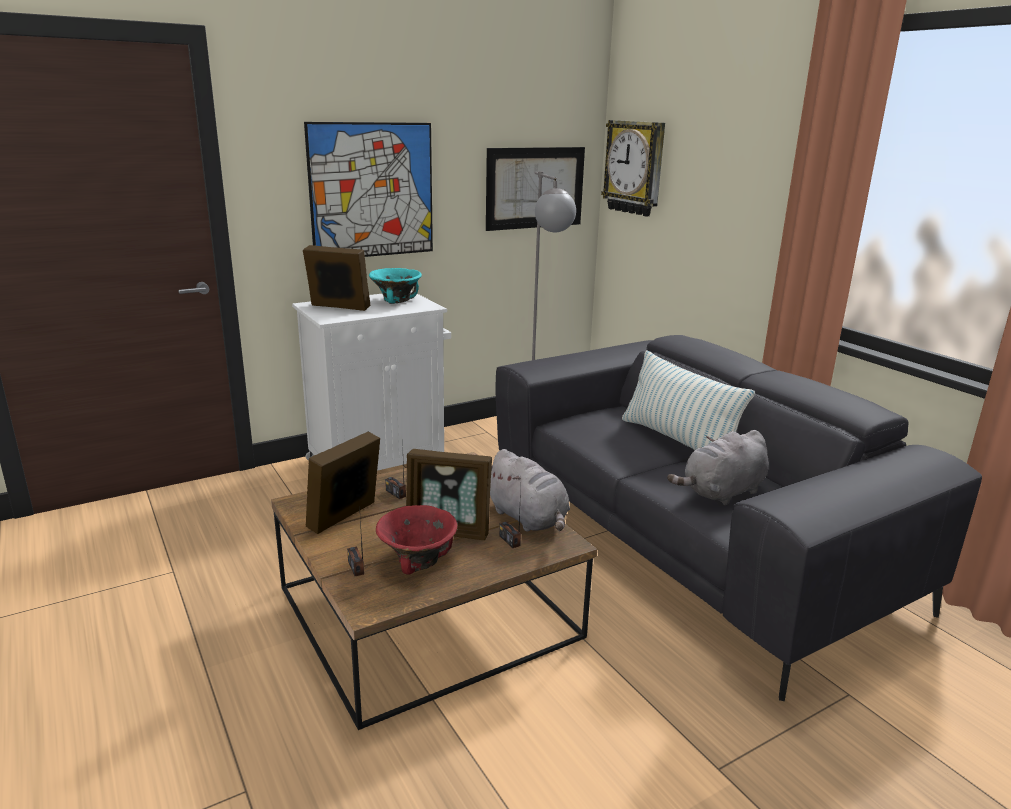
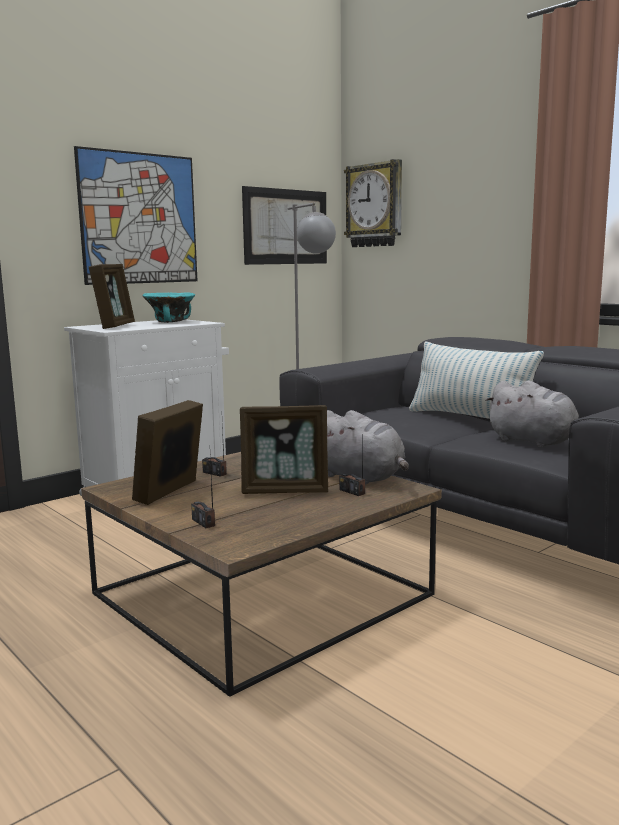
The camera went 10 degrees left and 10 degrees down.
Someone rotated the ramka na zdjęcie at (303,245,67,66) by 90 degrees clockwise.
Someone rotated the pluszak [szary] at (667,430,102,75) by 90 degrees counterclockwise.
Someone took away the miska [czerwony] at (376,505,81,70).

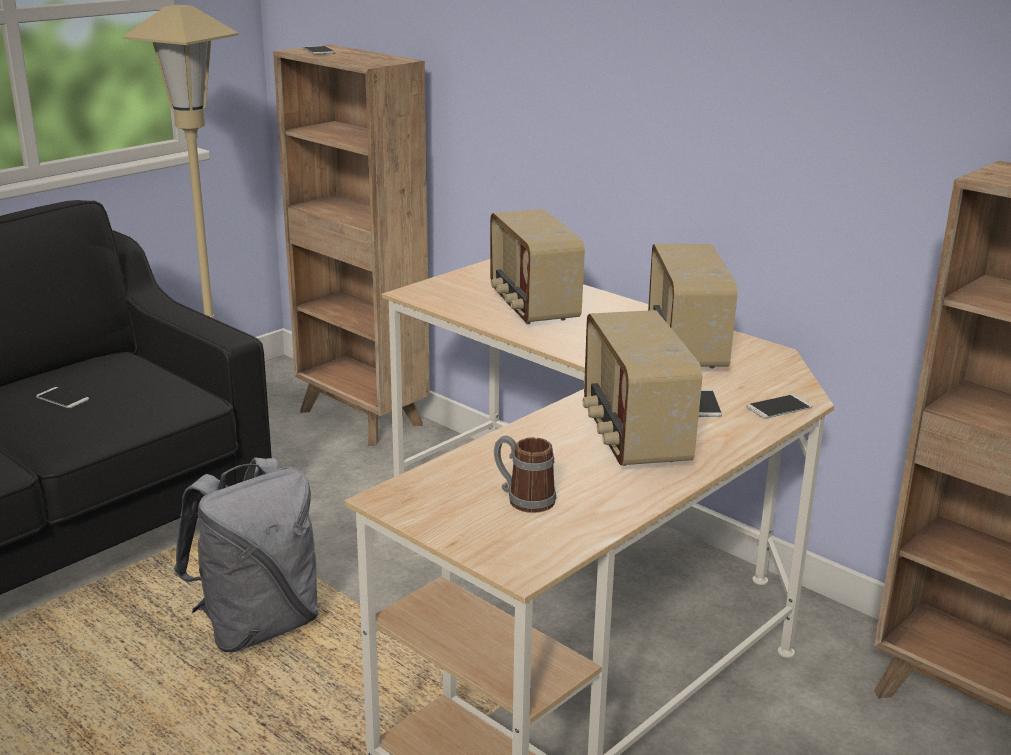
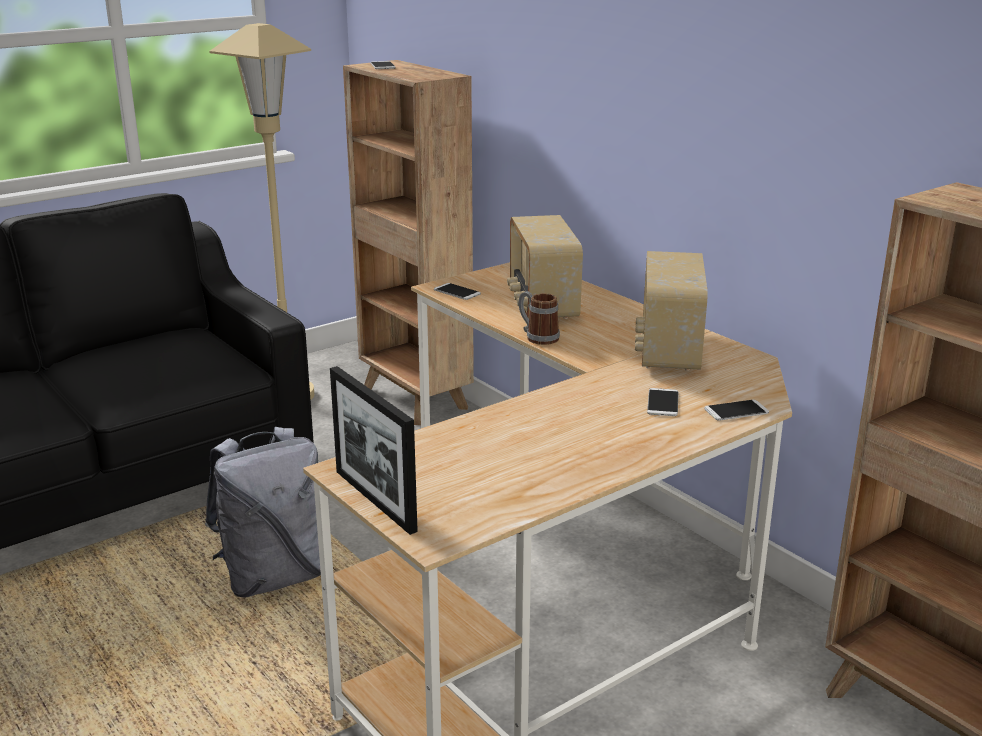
The camera went 10 degrees right and 0 degrees up.
Someone took away the radio at (583,310,119,156).
Someone carried the telefon from (36,387,53,21) to (434,283,47,17).
Someone carried the kubek from (494,436,62,77) to (519,291,41,54).
Someone put down the ramka na zdjęcie at (330,366,88,169).

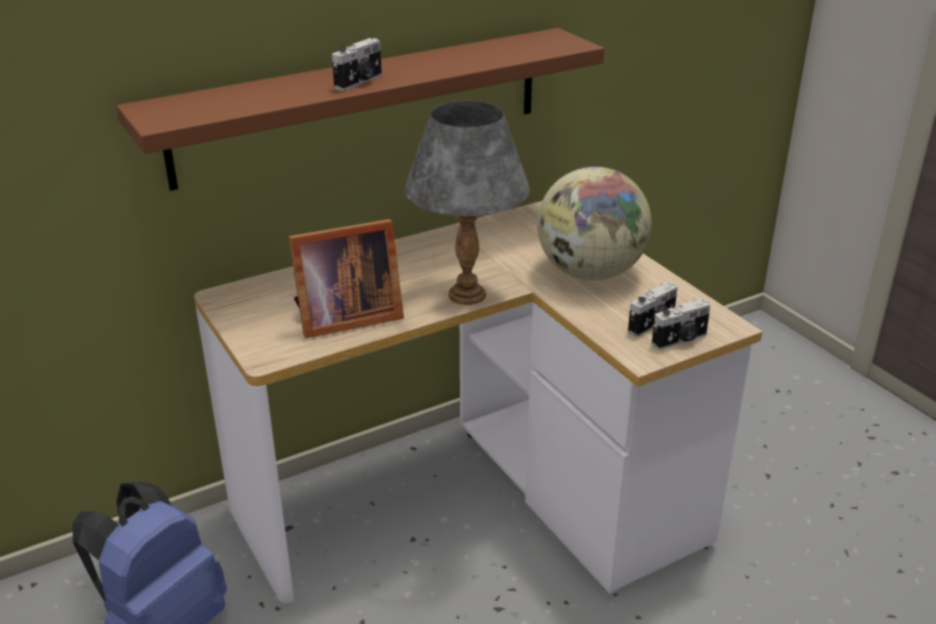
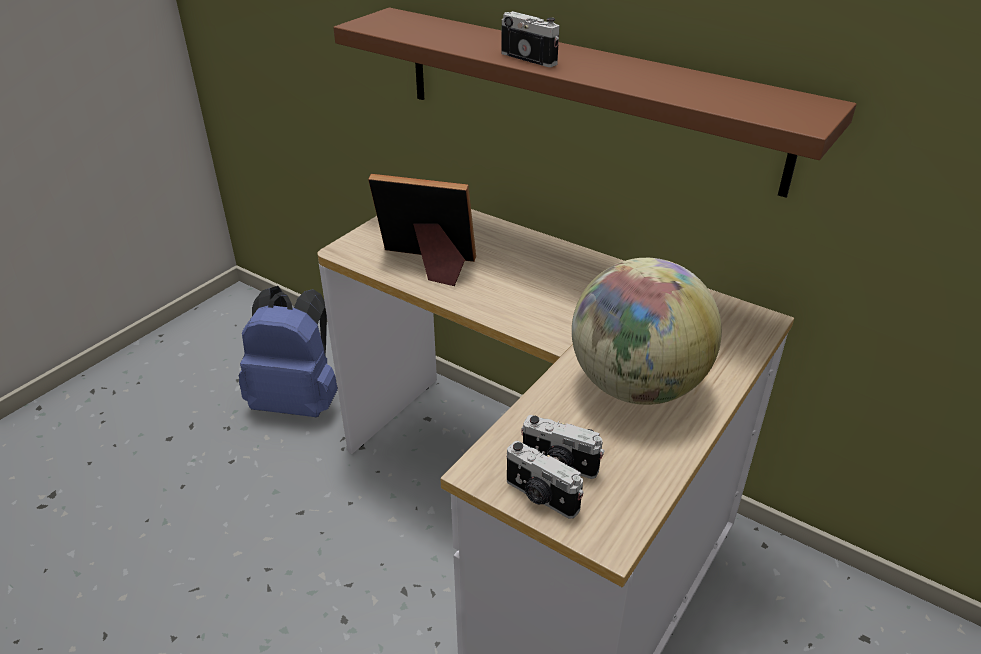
The camera went 65 degrees right and 5 degrees up.
Someone rotated the aparat fotograficzny at (332,38,50,53) by 150 degrees counterclockwise.
Someone took away the lampa stołowa [szary] at (404,101,126,204).
Someone rotated the ramka na zdjęcie at (289,219,115,119) by 150 degrees clockwise.

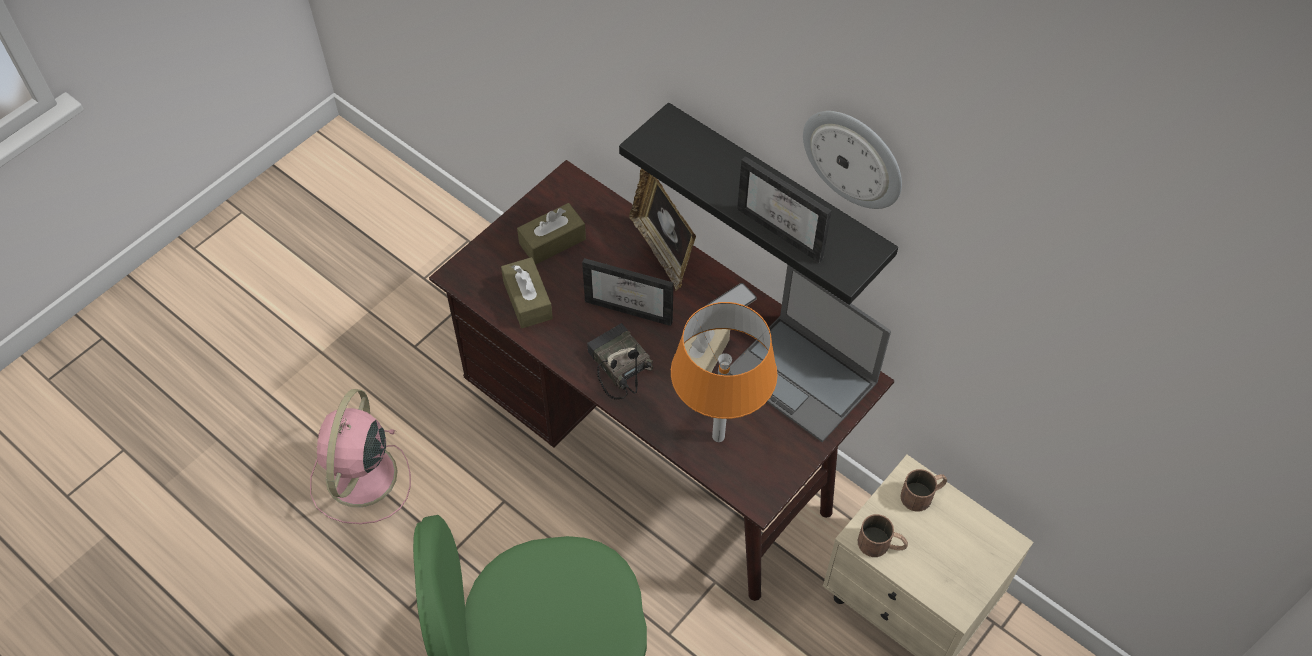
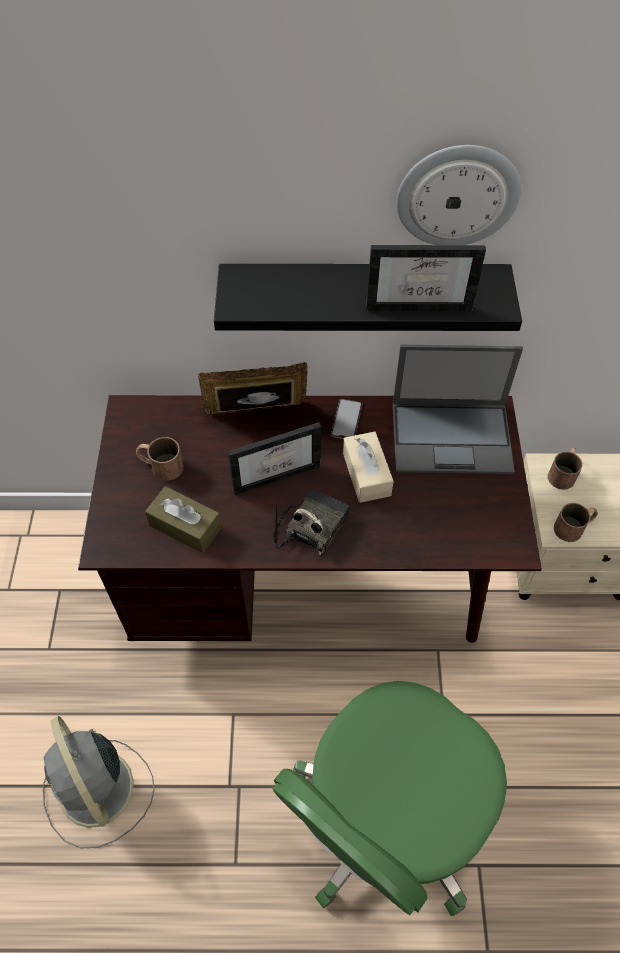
The camera went 40 degrees left and 0 degrees up.
Someone rotated the ramka na zdjęcie at (629,168,67,123) by 150 degrees clockwise.
Someone swapped the pudełko chusteczek [brązowy] at (517,203,69,62) for the kubek [brązowy] at (136,437,48,44).
Someone took away the lampa stołowa [pomarańczowy] at (671,302,107,140).
Someone rotated the radio at (587,323,66,77) by 105 degrees clockwise.
Someone repainted the wentylator [różowy] at (310,389,101,135), which became the wentylator [szary] at (43,716,112,133).

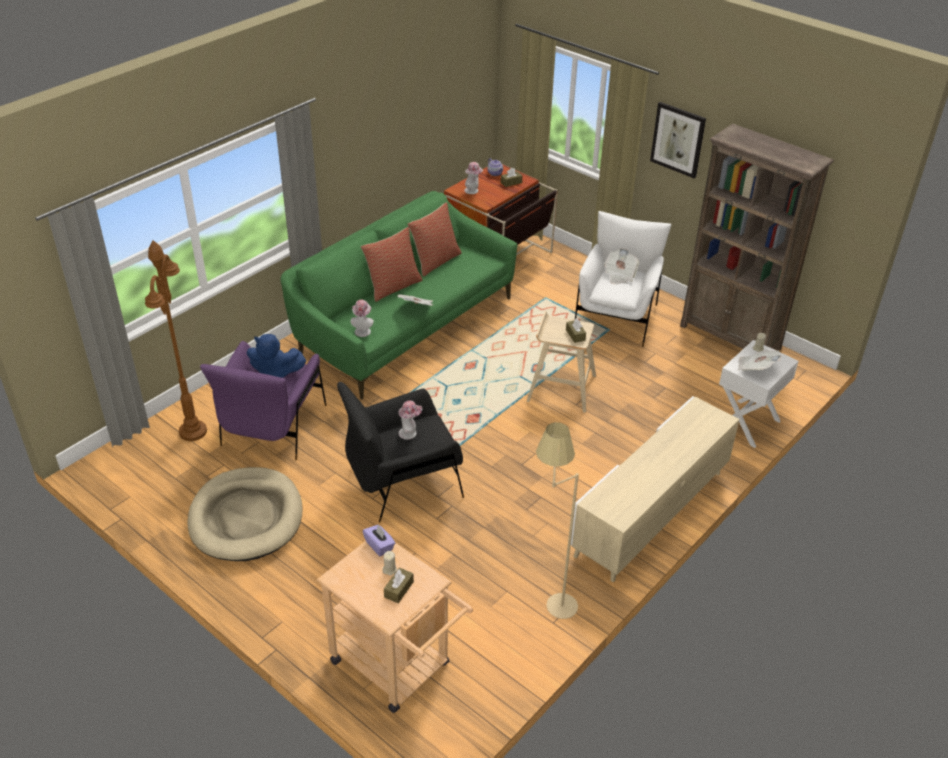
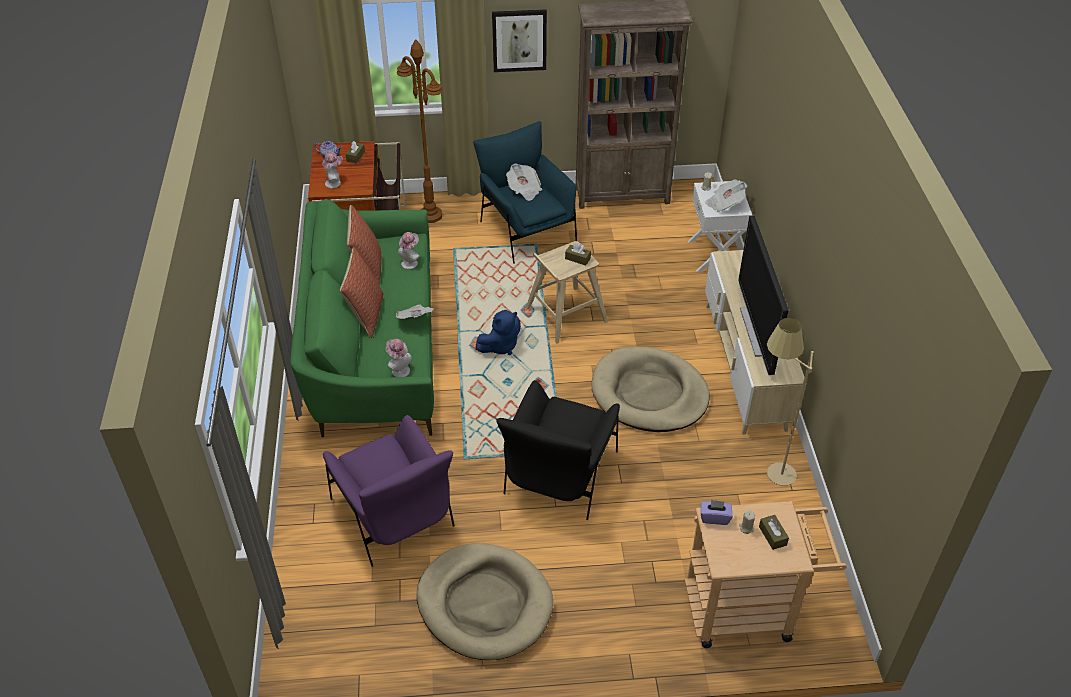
The camera went 45 degrees left and 5 degrees up.
Someone repainted the fotel [biały] at (575,211,97,136), which became the fotel [niebieski] at (473,121,104,143).
Someone carried the lampa stojąca [brązowy] from (145,240,62,201) to (397,39,45,184).
Someone carried the pluszak [niebieski] from (247,334,59,44) to (476,310,45,45).
Someone carried the kapelusz from (399,400,23,40) to (398,232,21,37).
Someone put down the telewizor at (738,216,51,159).
Someone put down the legowisko [beżowy] at (592,346,118,86).

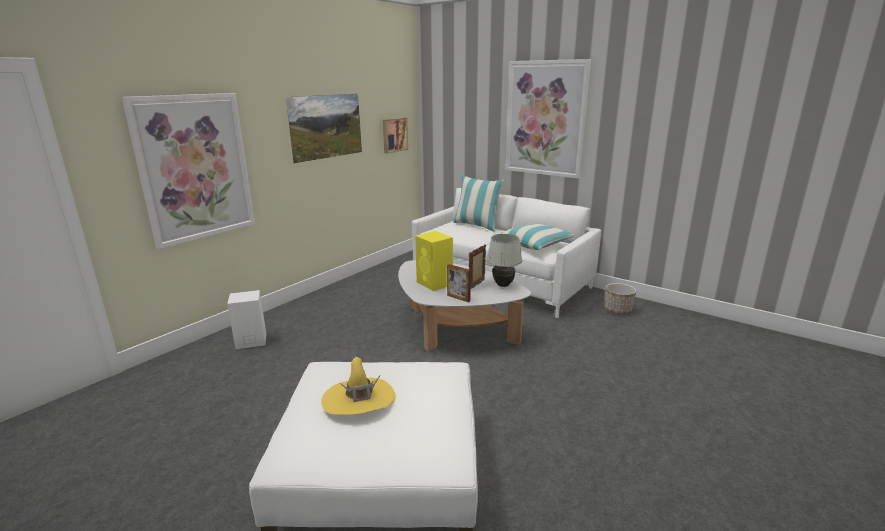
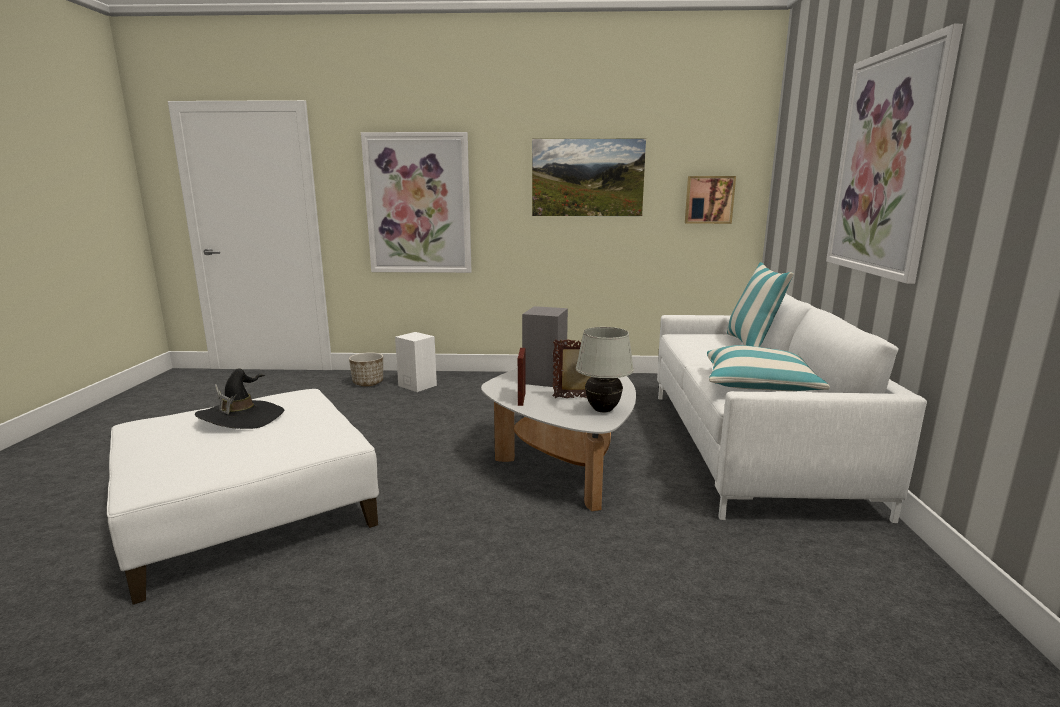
The camera went 55 degrees right and 5 degrees down.
Someone repainted the głośnik [żółty] at (415,231,38,60), which became the głośnik [szary] at (522,306,46,81).
Someone carried the donica from (605,283,31,31) to (349,352,34,34).
Someone repainted the kapelusz [żółty] at (321,357,75,58), which became the kapelusz [czarny] at (195,368,89,61).

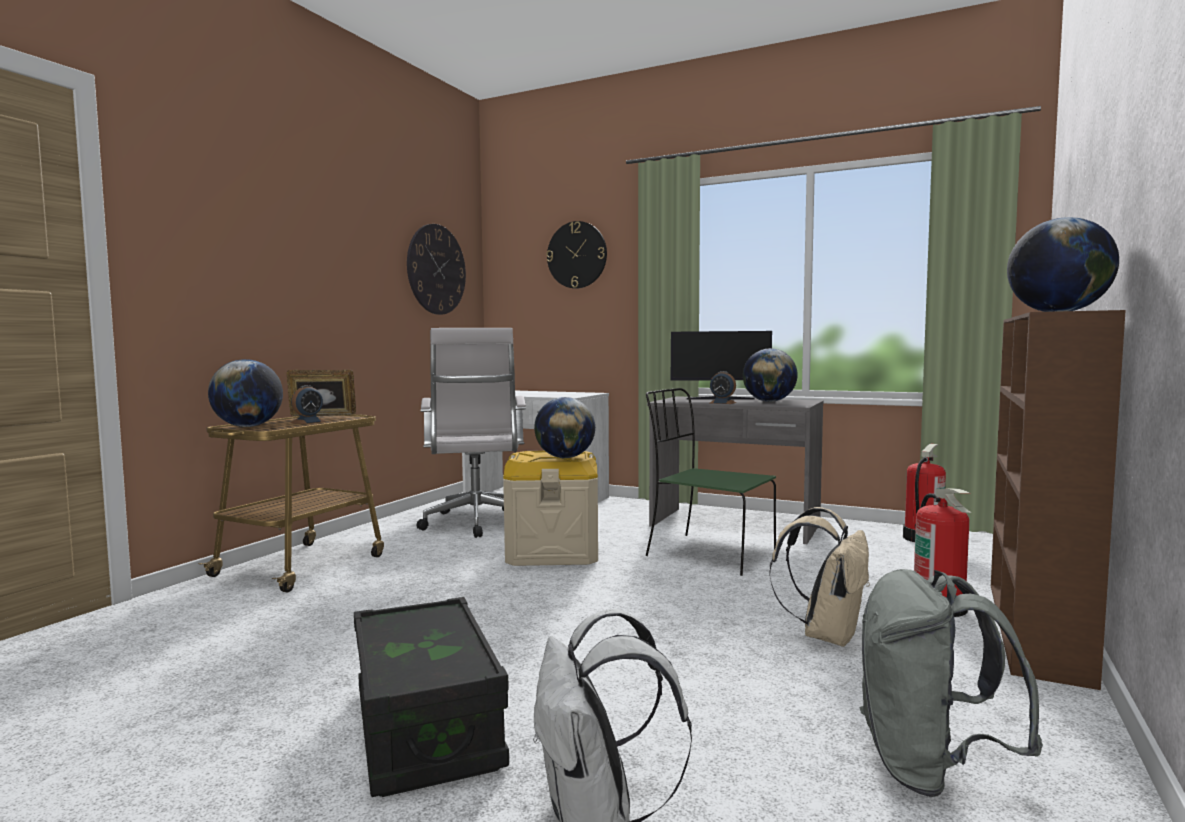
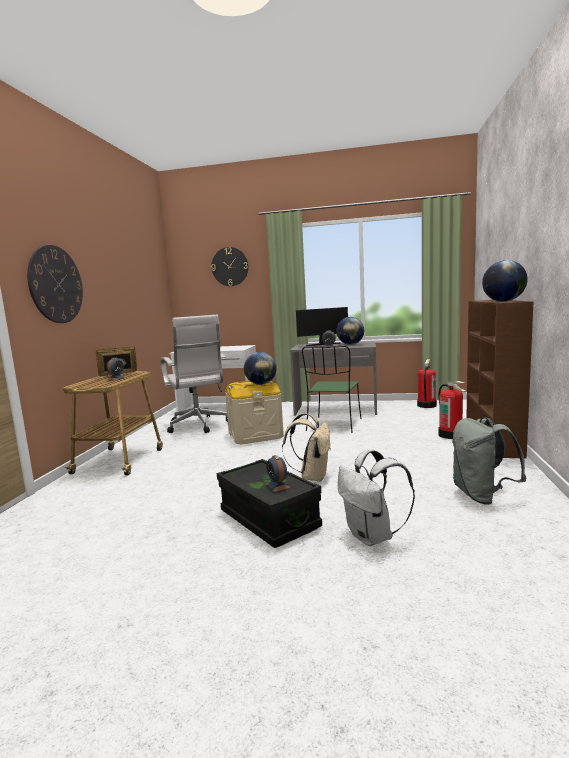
The camera went 15 degrees left and 5 degrees up.
Someone carried the zegar ścienny from (407,224,59,91) to (27,245,56,78).
Someone took away the globus at (208,359,75,68).
Someone rotated the krzesło [zielony] at (646,388,130,188) by 90 degrees counterclockwise.
Someone carried the plecak [beżowy] from (769,507,101,140) to (282,413,49,69).
Someone put down the budzik at (265,455,25,37).

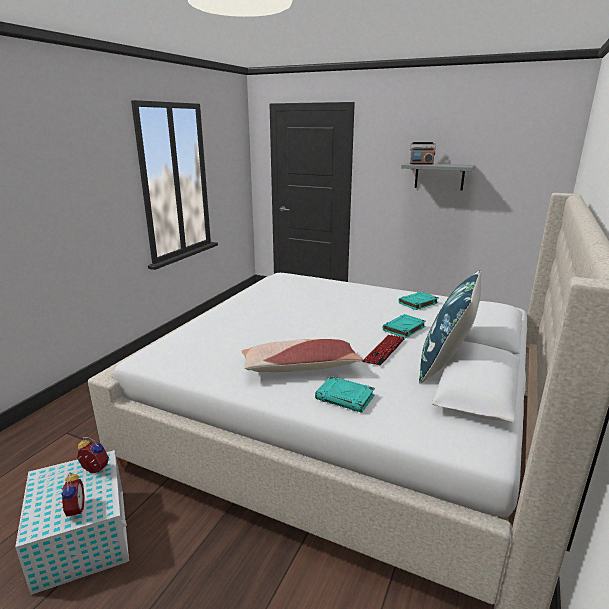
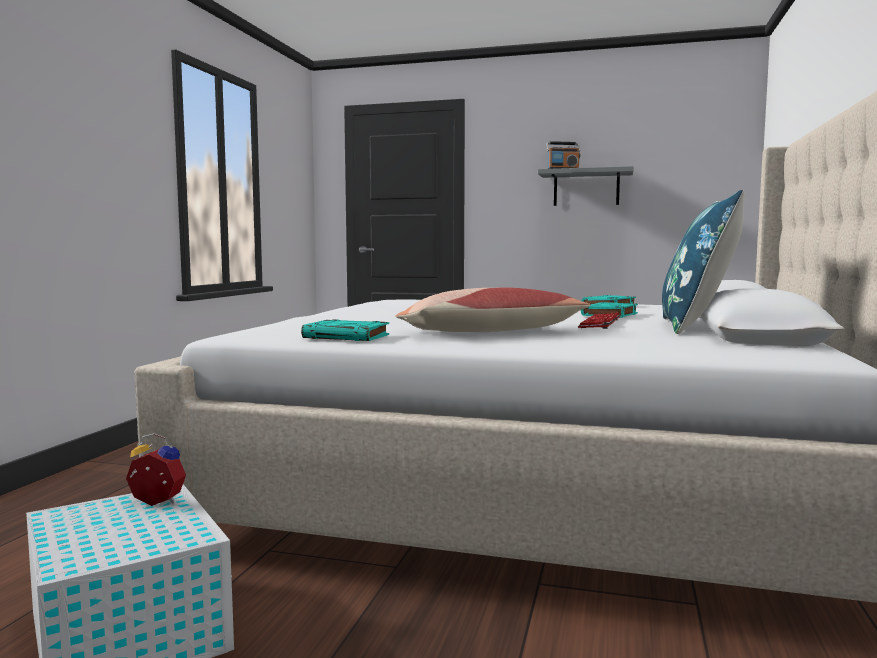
The camera went 10 degrees left and 15 degrees down.
Someone carried the książka [turkusowy] from (315,376,60,37) to (301,319,88,22).
Someone took away the budzik at (59,472,26,46).

